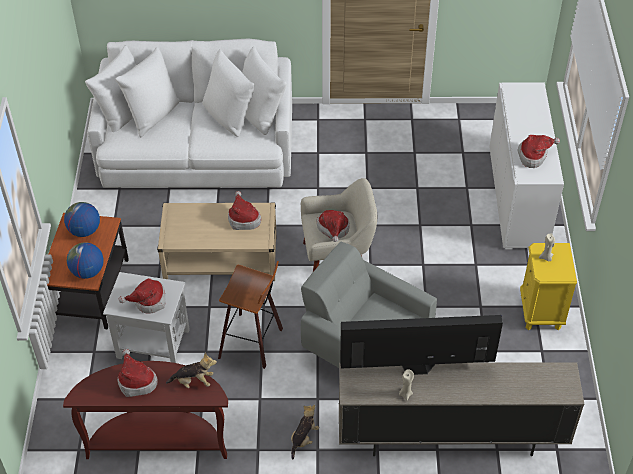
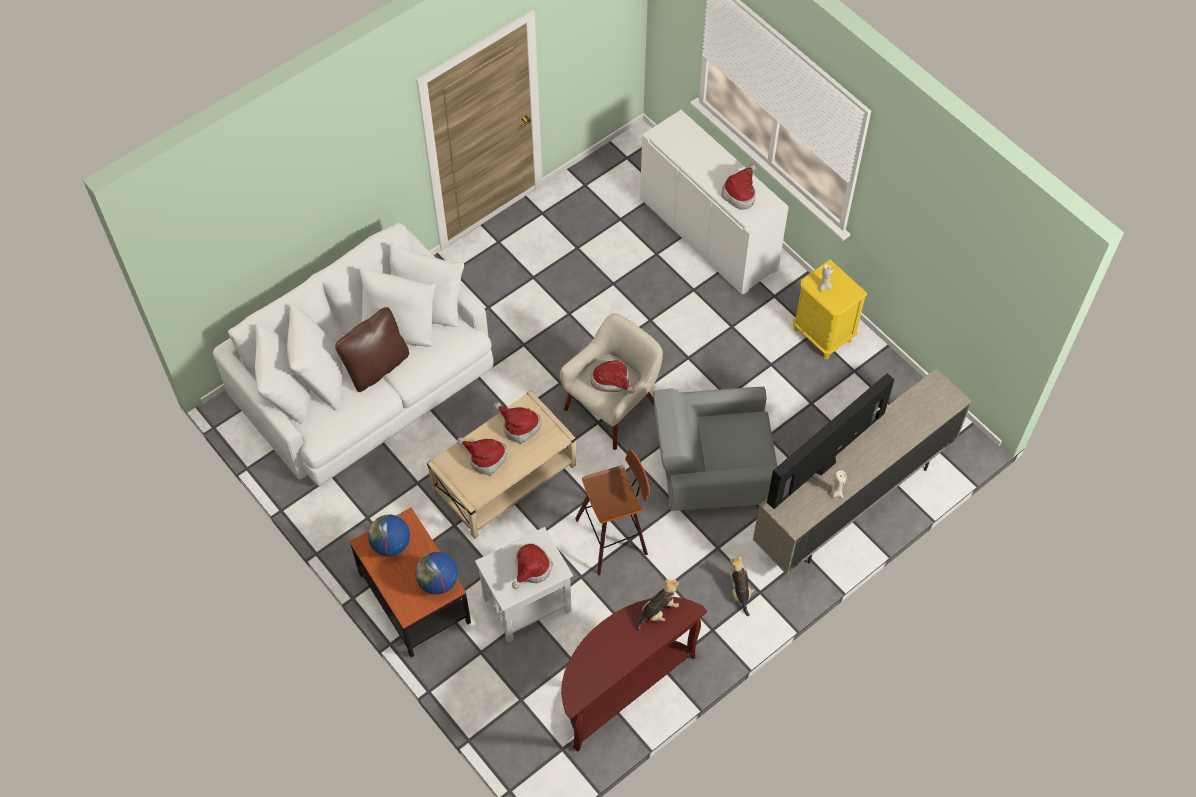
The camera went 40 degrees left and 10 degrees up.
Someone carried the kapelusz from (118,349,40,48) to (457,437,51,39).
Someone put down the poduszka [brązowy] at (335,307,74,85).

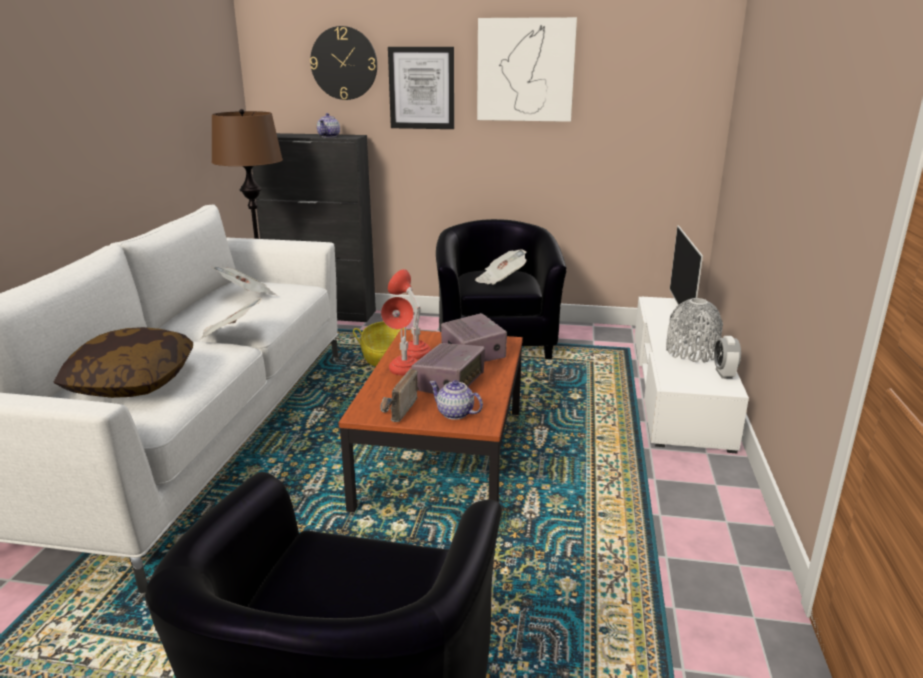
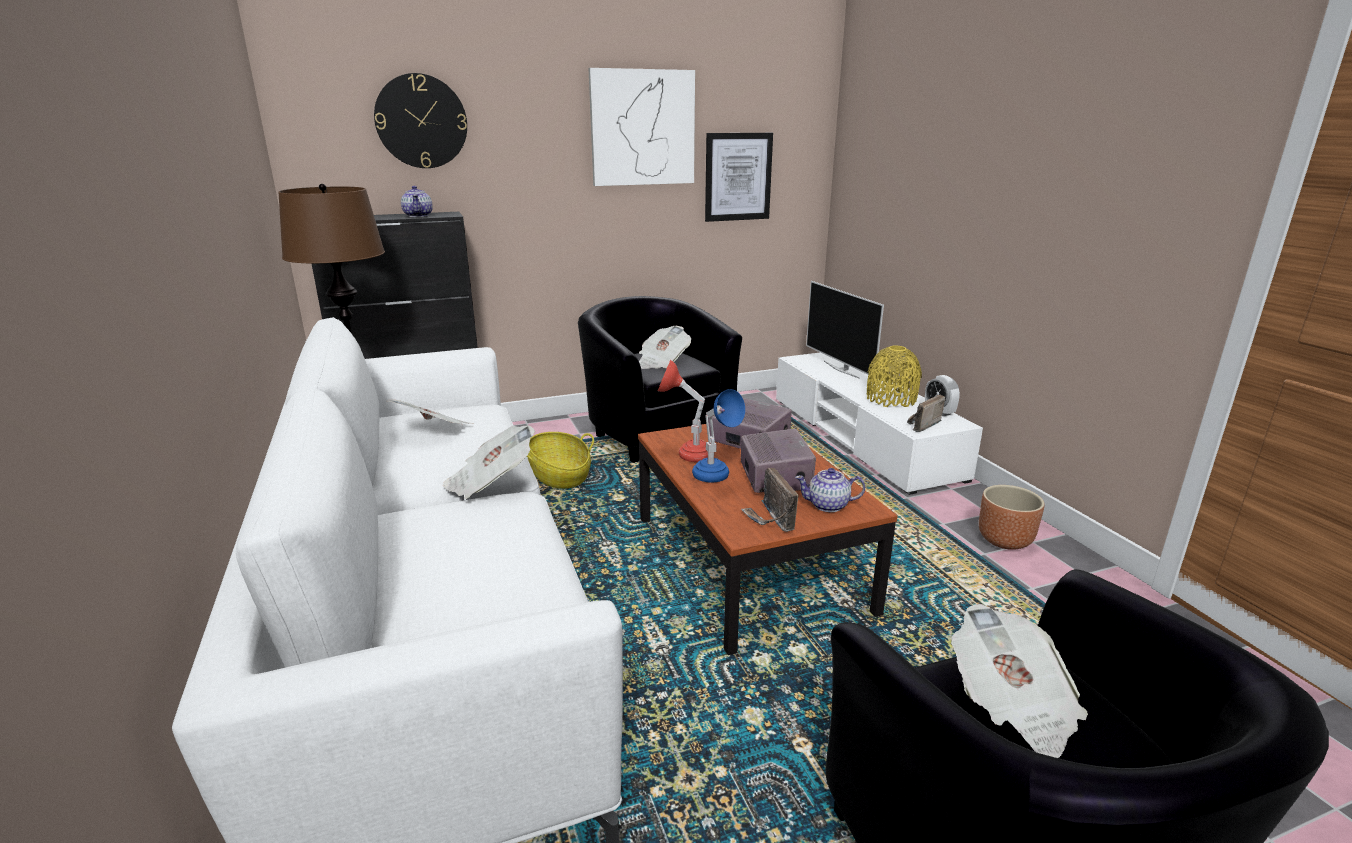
The camera went 30 degrees left and 0 degrees up.
Someone carried the obraz from (388,47,66,82) to (705,133,68,89).
Someone repainted the lampa stołowa [czerwony] at (381,297,36,79), which became the lampa stołowa [niebieski] at (692,389,53,93).
Someone repainted the wazon [szary] at (666,298,57,64), which became the wazon [żółty] at (867,346,55,61).
Someone took away the poduszka at (53,327,140,71).
Someone put down the radio at (907,394,38,38).
Someone put down the donica [brązowy] at (979,485,65,65).
Someone put down the gazeta at (951,604,137,154).

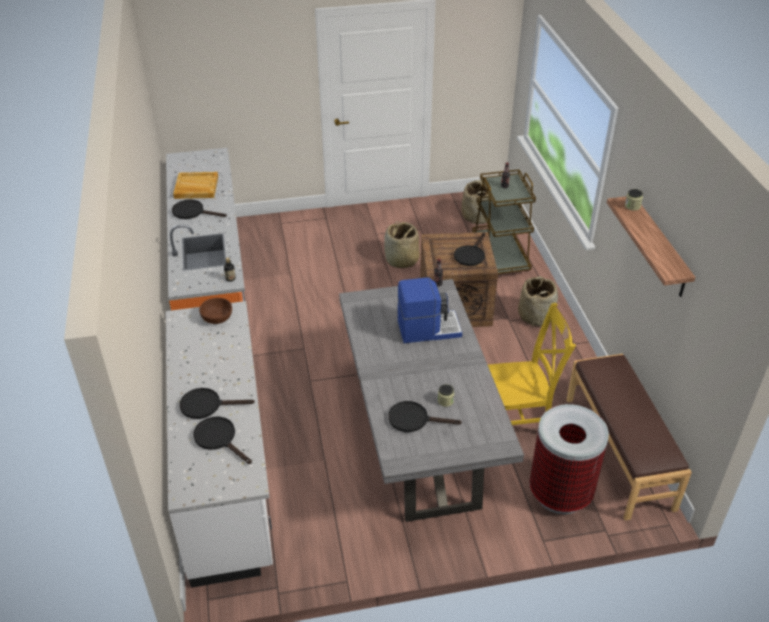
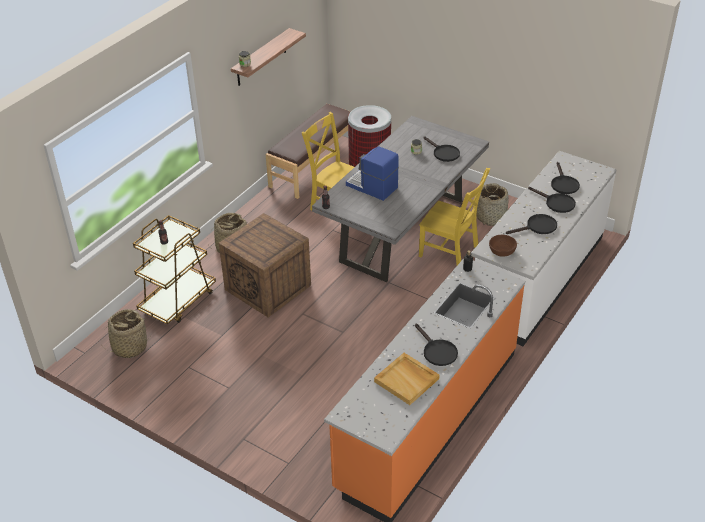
The camera went 135 degrees left and 0 degrees up.
Someone carried the koszyk from (384,221,36,47) to (477,183,32,43).
Someone carried the patelnia [czarny] from (454,232,31,34) to (506,214,51,20).
Someone put down the krzesło [żółty] at (419,168,71,97).

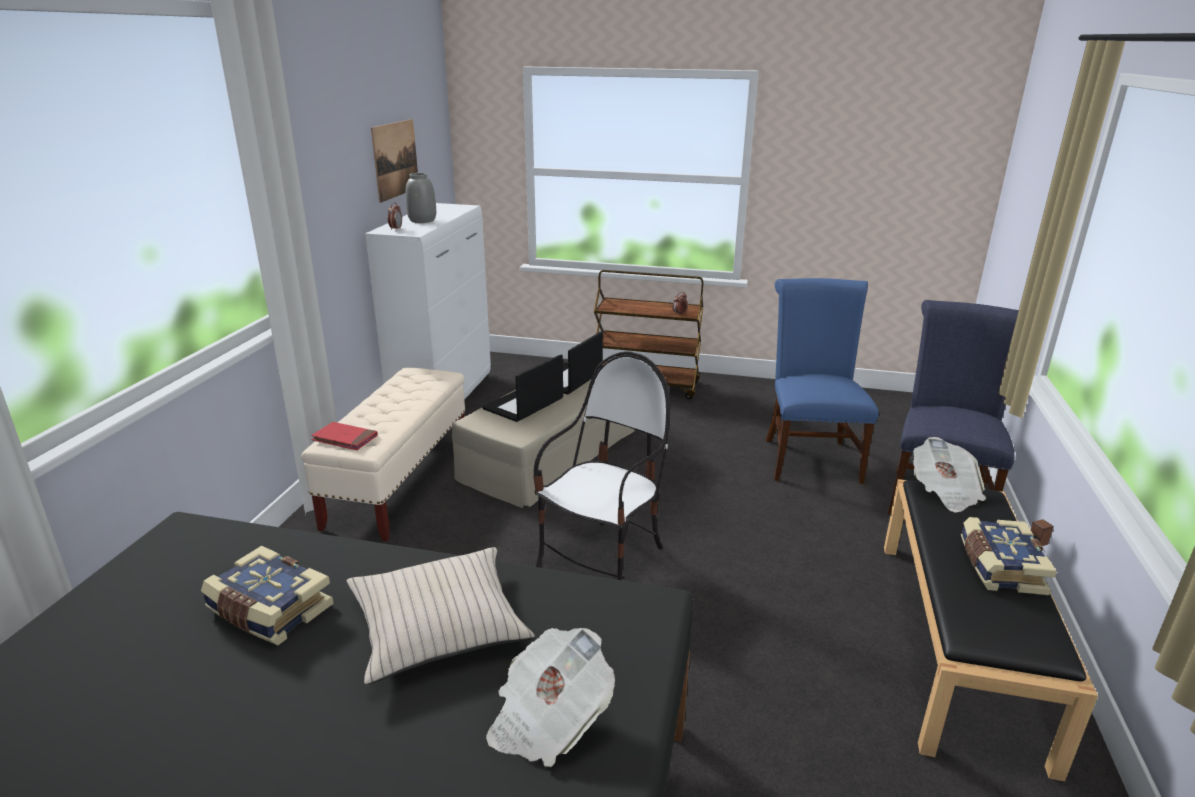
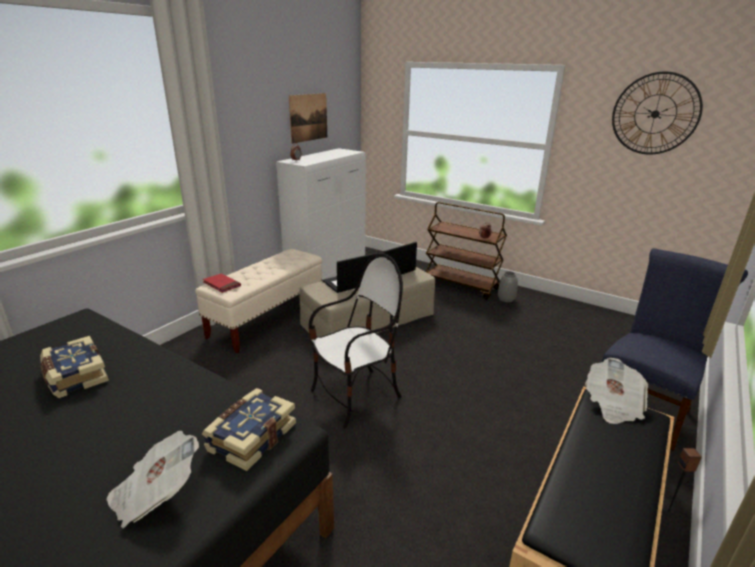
The camera went 20 degrees right and 0 degrees up.
Someone carried the wazon [szary] from (405,173,31,50) to (498,271,20,31).
Someone took away the krzesło [niebieski] at (765,278,113,206).
Someone carried the książka from (961,517,96,78) to (202,388,94,83).
Someone took away the poduszka [beżowy] at (346,547,189,138).
Someone put up the zegar ścienny at (612,71,91,84).

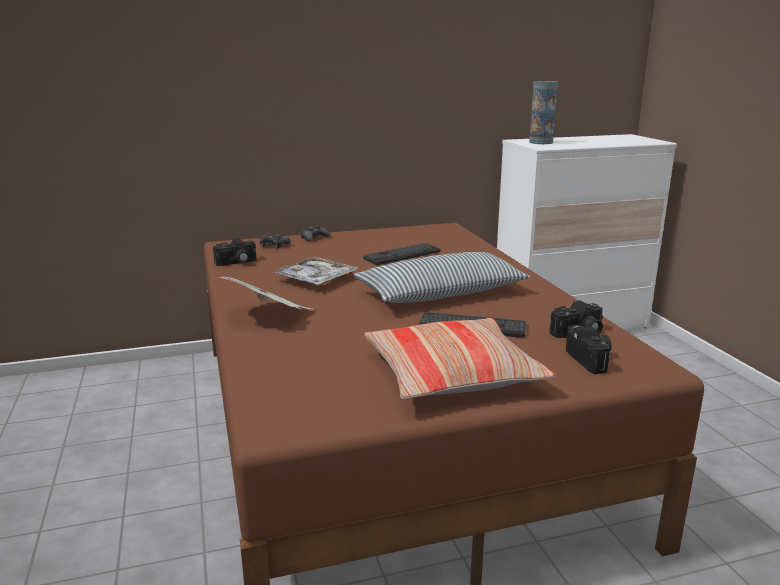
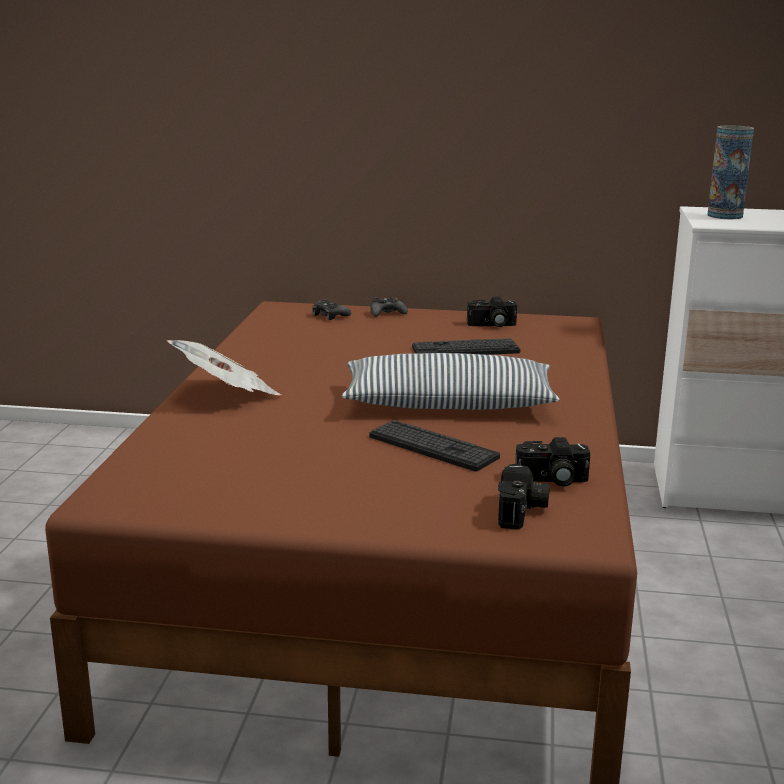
The camera went 25 degrees right and 0 degrees up.
Someone carried the aparat fotograficzny from (213,238,44,28) to (467,296,50,31).
Someone took away the taca at (273,257,85,28).
Someone took away the poduszka at (364,318,192,81).

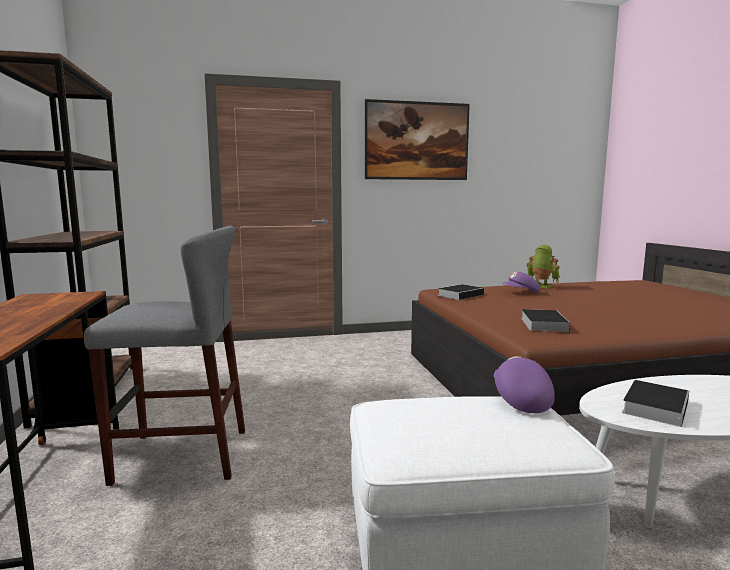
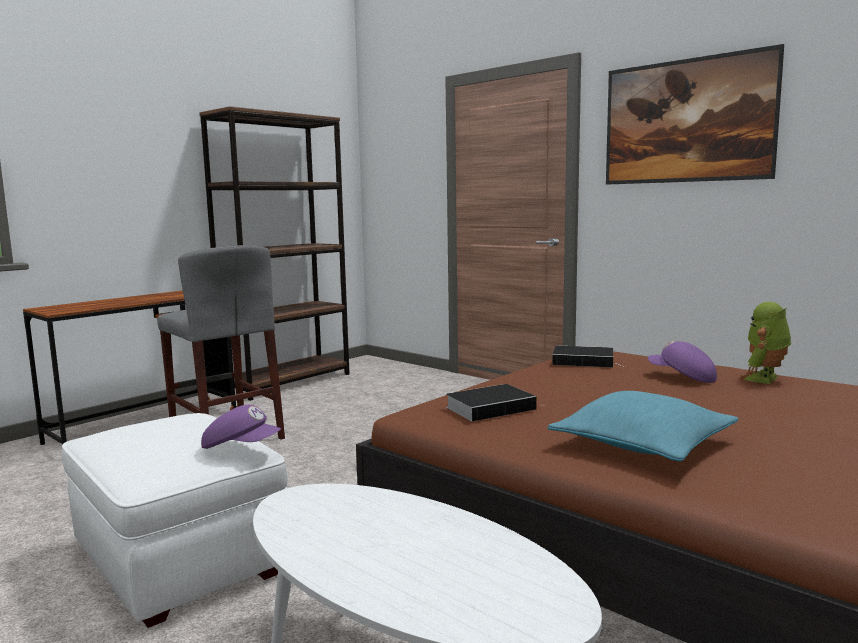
The camera went 55 degrees right and 0 degrees up.
Someone rotated the robot zabawkowy at (526,245,34,43) by 150 degrees counterclockwise.
Someone rotated the czapka z daszkiem [fioletowy] at (494,356,61,57) by 60 degrees clockwise.
Someone took away the książka at (622,380,67,47).
Someone put down the poduszka [turkusowy] at (548,391,191,70).

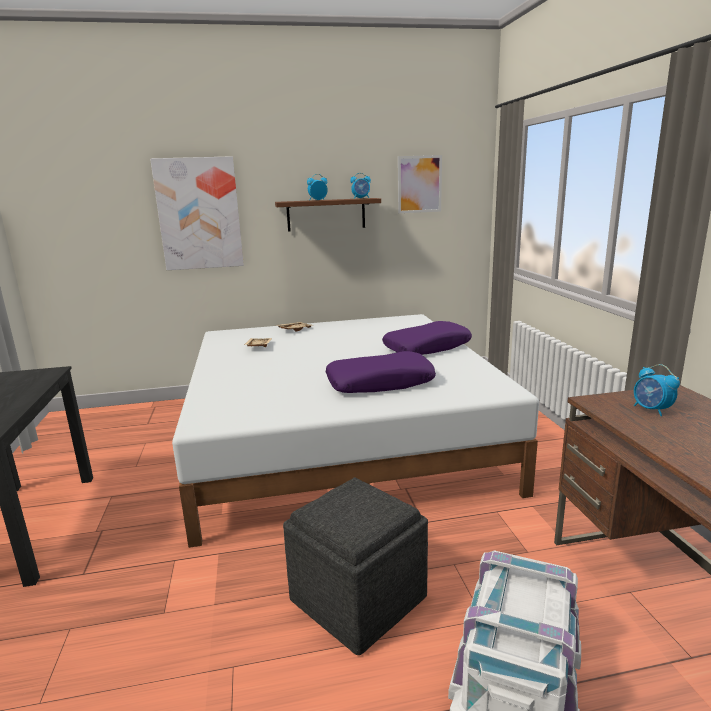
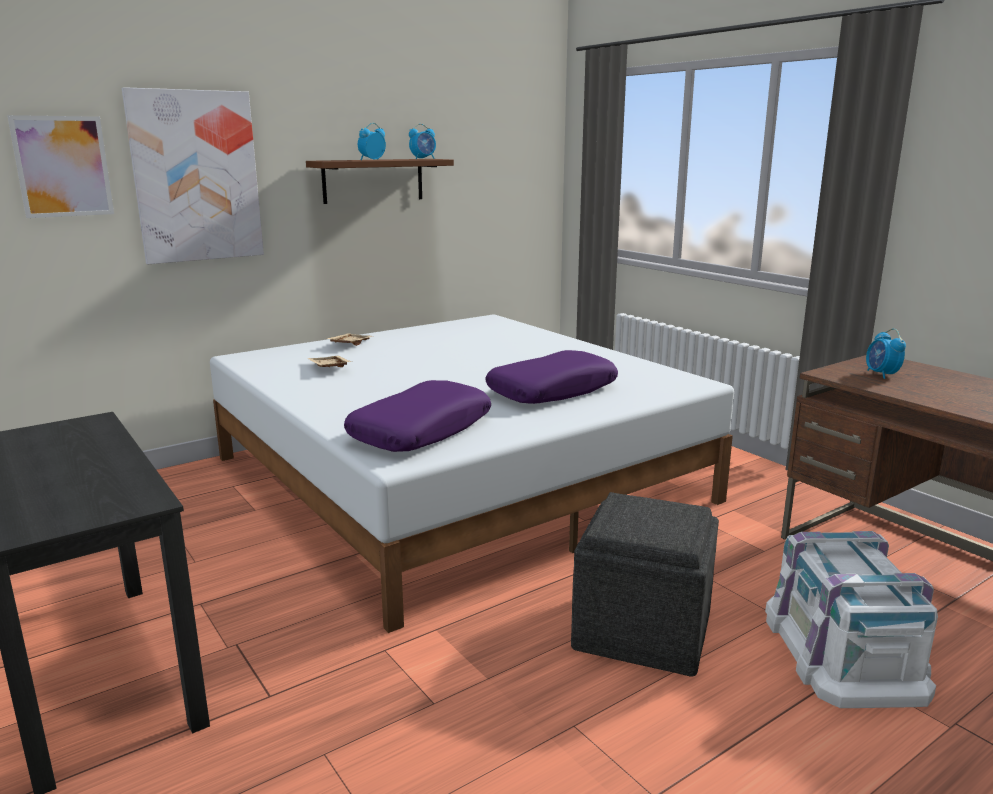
The camera went 25 degrees left and 0 degrees up.
Someone carried the obraz from (398,155,44,58) to (7,115,107,103).
Someone carried the poduszka [fioletowy] from (382,321,90,34) to (344,380,147,72).
Someone rotated the budzik at (634,364,46,52) by 45 degrees clockwise.

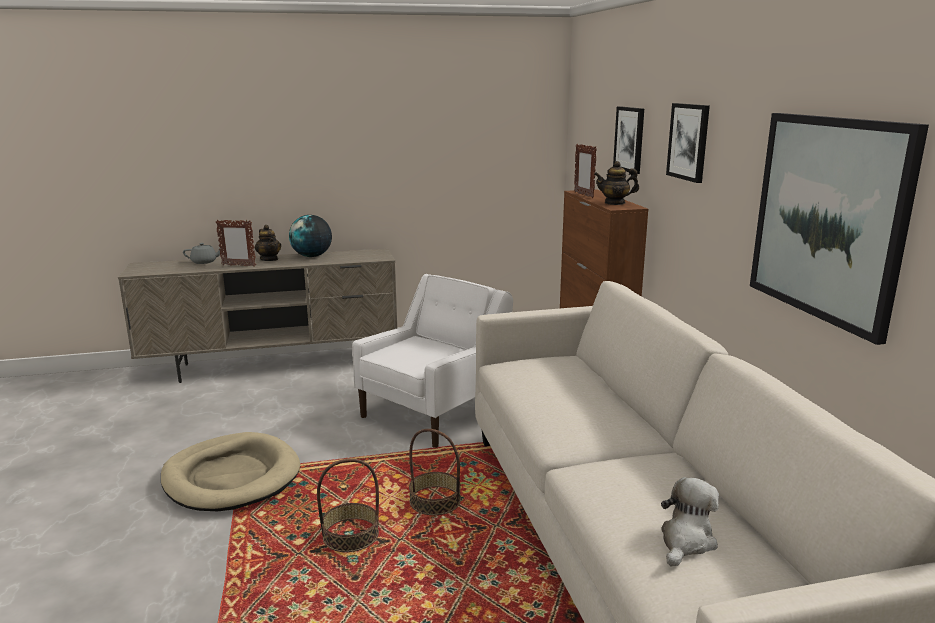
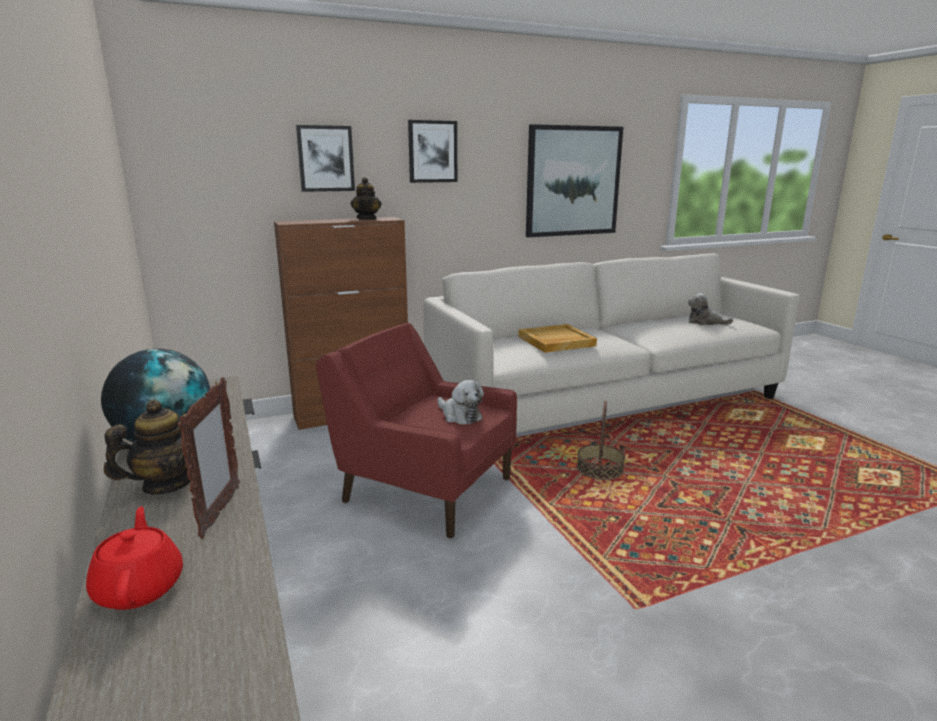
The camera went 100 degrees left and 0 degrees up.
Someone took away the ramka na zdjęcie at (574,144,23,54).
Someone repainted the imbryk [szary] at (183,243,38,21), which became the imbryk [czerwony] at (86,507,97,103).
Someone repainted the fotel [biały] at (352,274,161,174), which became the fotel [czerwony] at (316,323,201,215).
Someone took away the legowisko [beżowy] at (161,432,139,79).
Someone took away the koszyk at (317,459,62,93).
Someone put down the taca [beżowy] at (518,324,79,29).
Someone put down the pluszak at (438,380,46,45).

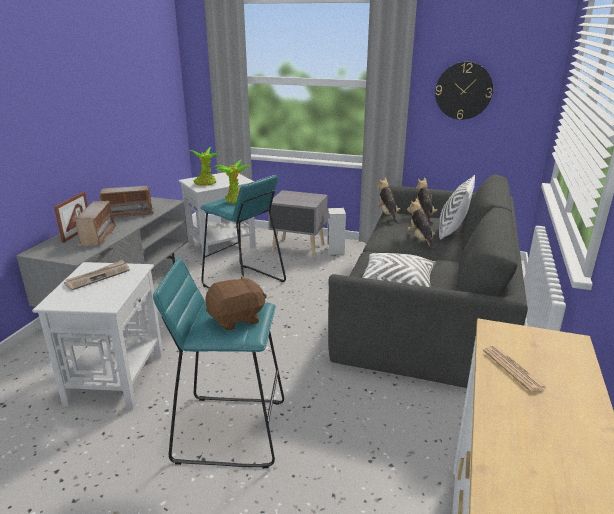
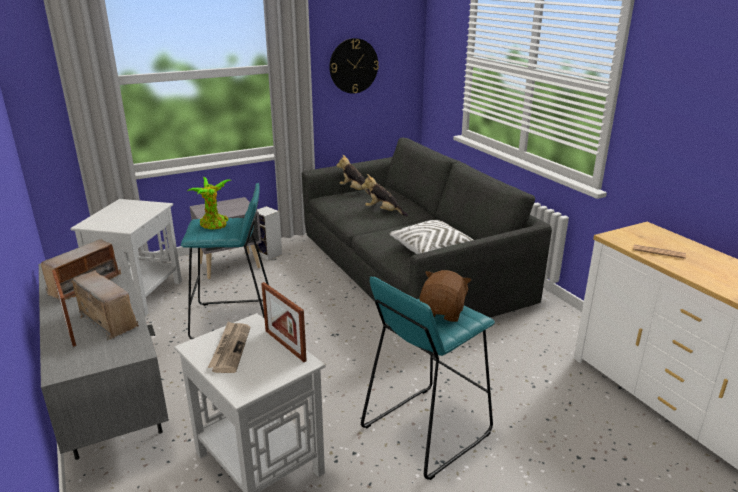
The camera went 45 degrees left and 0 degrees up.
Someone took away the roślina doniczkowa at (189,147,30,39).
Someone took away the poduszka [biały] at (439,175,36,64).
Someone took away the pluszak at (377,178,23,46).
Someone put down the ramka na zdjęcie at (261,282,46,80).

